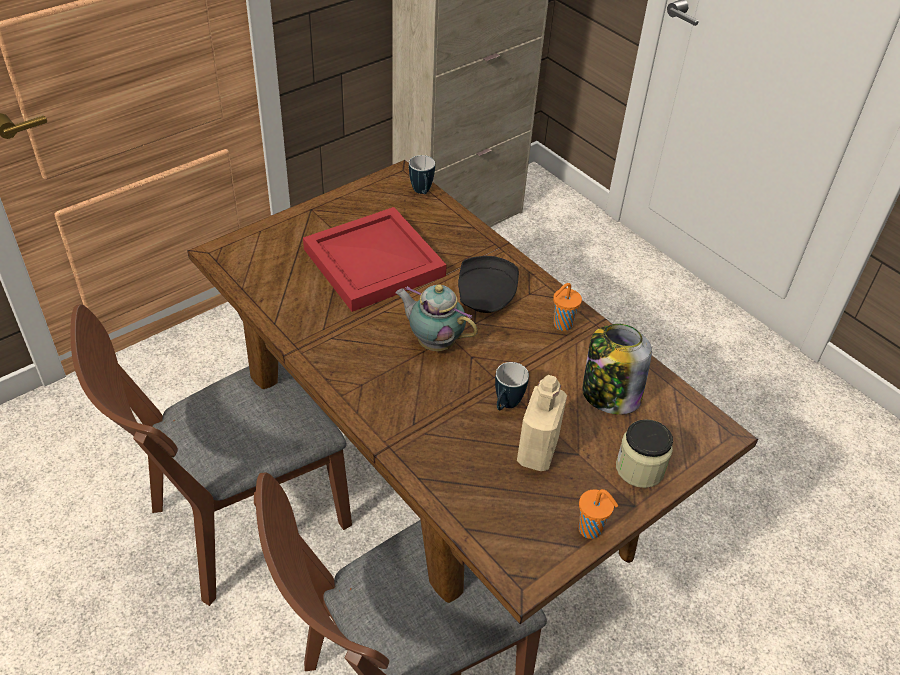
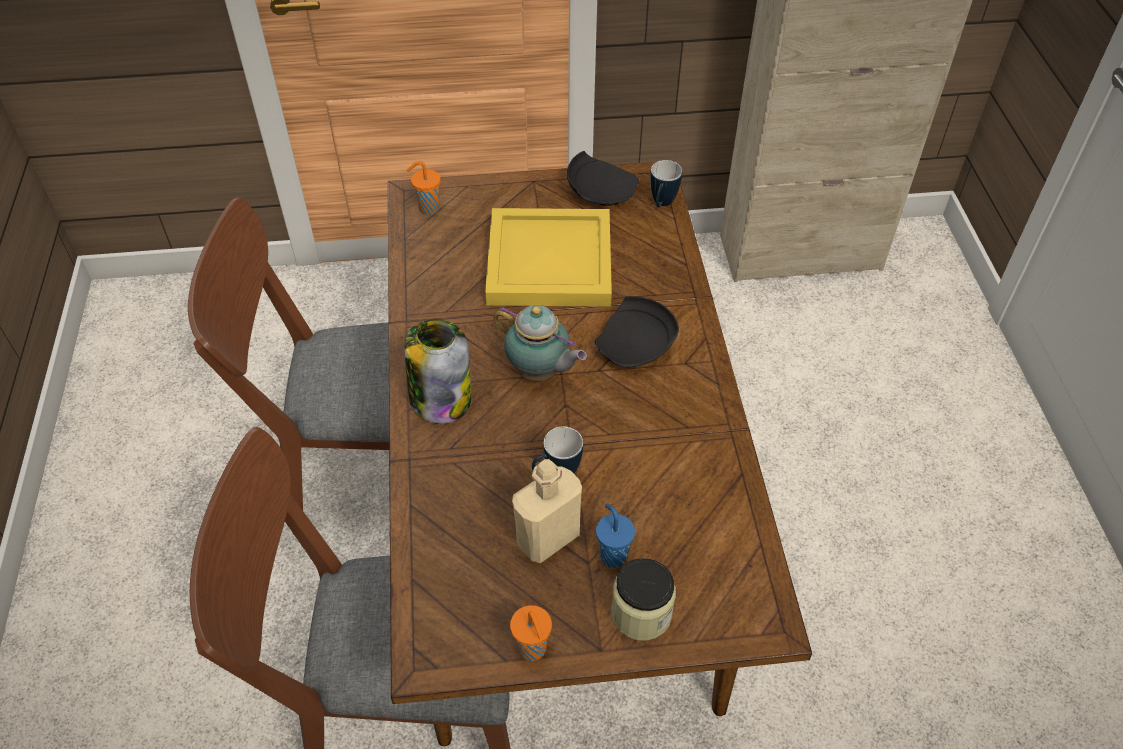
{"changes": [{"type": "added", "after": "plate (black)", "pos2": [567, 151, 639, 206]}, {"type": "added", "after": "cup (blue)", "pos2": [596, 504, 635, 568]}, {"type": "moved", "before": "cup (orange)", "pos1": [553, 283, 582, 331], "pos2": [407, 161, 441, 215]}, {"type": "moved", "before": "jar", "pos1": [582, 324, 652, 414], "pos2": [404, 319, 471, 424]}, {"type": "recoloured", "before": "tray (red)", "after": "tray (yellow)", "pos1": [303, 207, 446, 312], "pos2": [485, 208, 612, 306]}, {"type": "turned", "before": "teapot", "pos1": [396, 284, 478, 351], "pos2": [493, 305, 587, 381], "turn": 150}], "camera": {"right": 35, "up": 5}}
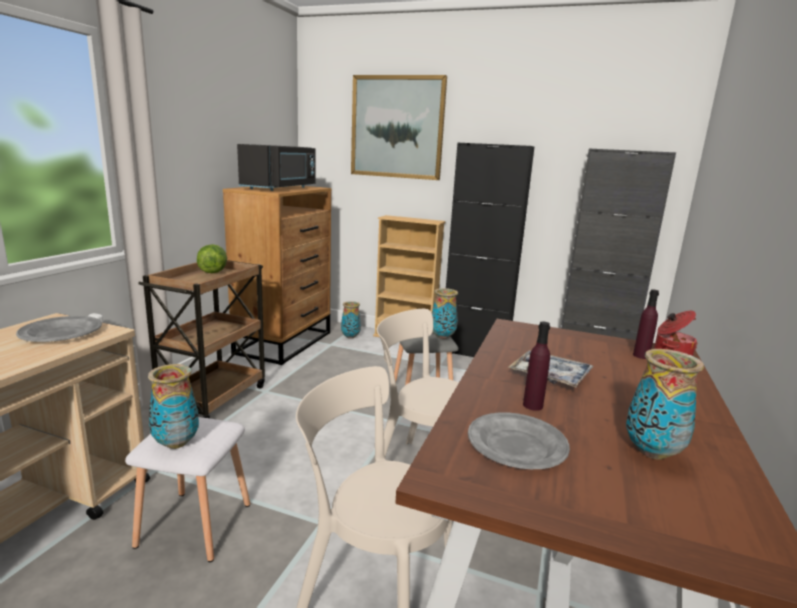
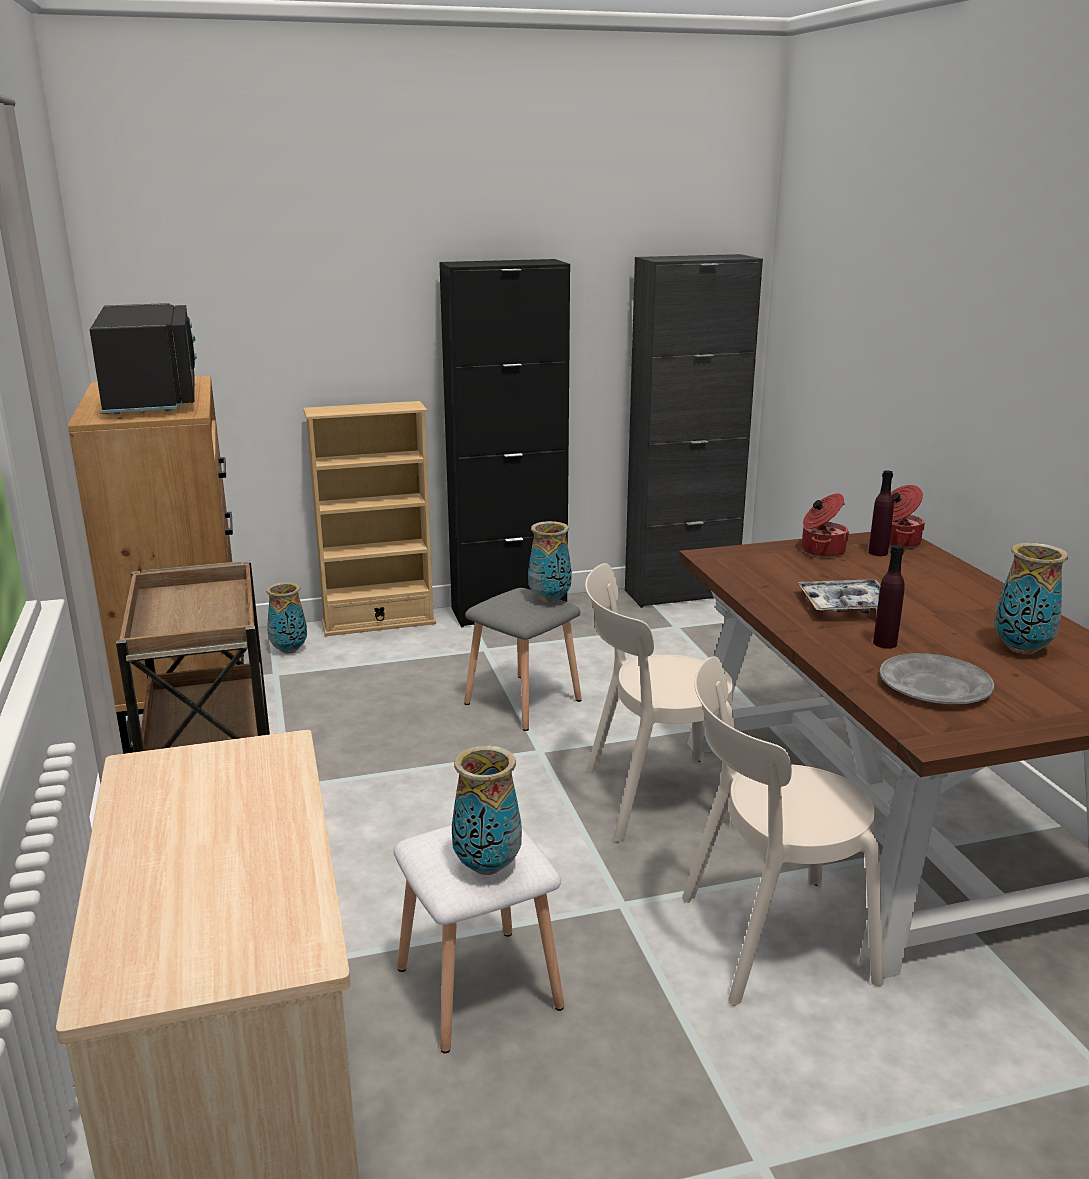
{"changes": [{"type": "removed", "before": "plate (grey)", "pos1": [16, 316, 102, 342]}, {"type": "removed", "before": "lettuce", "pos1": [197, 244, 227, 273]}, {"type": "removed", "before": "picture", "pos1": [351, 75, 447, 180]}, {"type": "added", "after": "cooking pot", "pos2": [802, 494, 850, 558]}], "camera": {"right": -35, "up": 5}}
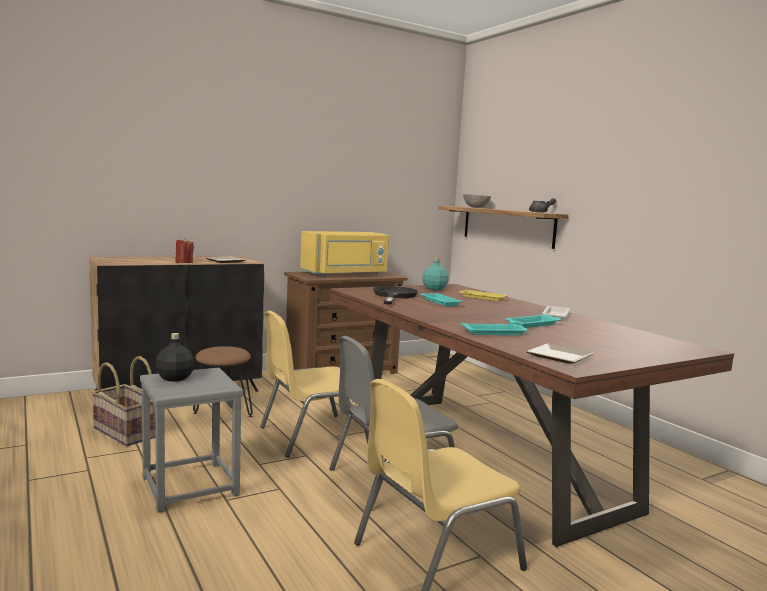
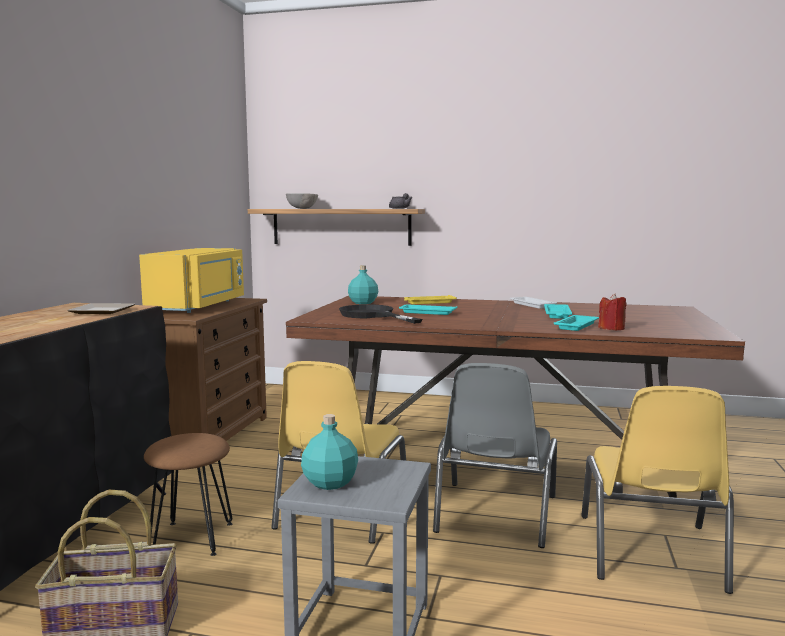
{"changes": [{"type": "removed", "before": "plate", "pos1": [526, 343, 594, 364]}, {"type": "moved", "before": "candle (red)", "pos1": [175, 238, 194, 263], "pos2": [598, 293, 627, 330]}, {"type": "recoloured", "before": "bottle (black)", "after": "bottle (turquoise)", "pos1": [156, 333, 194, 382], "pos2": [301, 414, 358, 490]}], "camera": {"right": -45, "up": 0}}
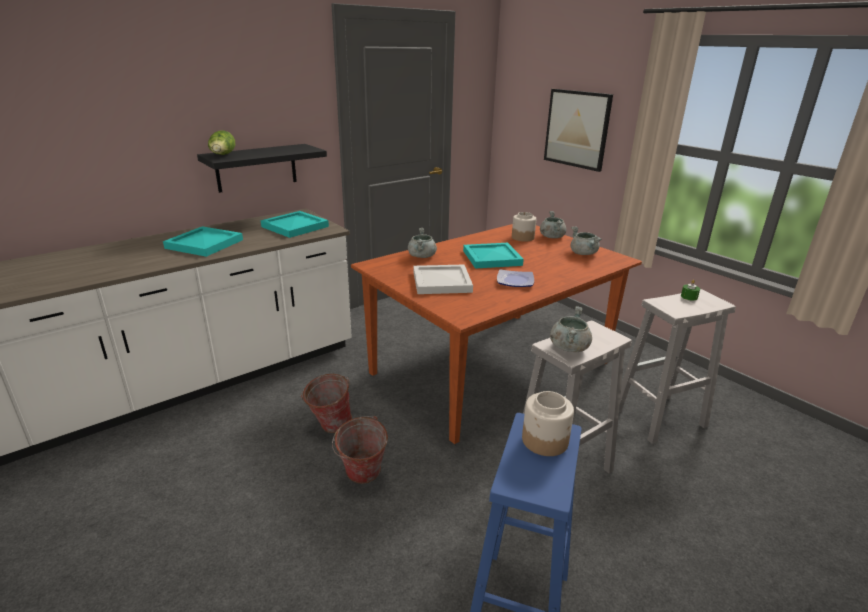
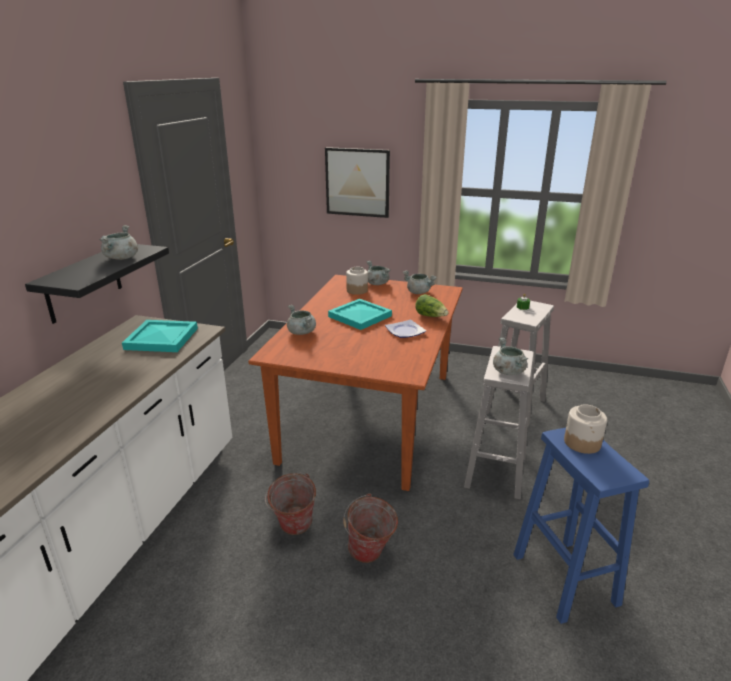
{"changes": [{"type": "removed", "before": "tray (turquoise)", "pos1": [163, 226, 243, 257]}, {"type": "removed", "before": "tray (white)", "pos1": [413, 265, 473, 294]}, {"type": "added", "after": "cooking pot (grey)", "pos2": [99, 225, 138, 260]}, {"type": "moved", "before": "lettuce", "pos1": [208, 130, 235, 155], "pos2": [415, 294, 449, 317]}], "camera": {"right": -35, "up": 0}}
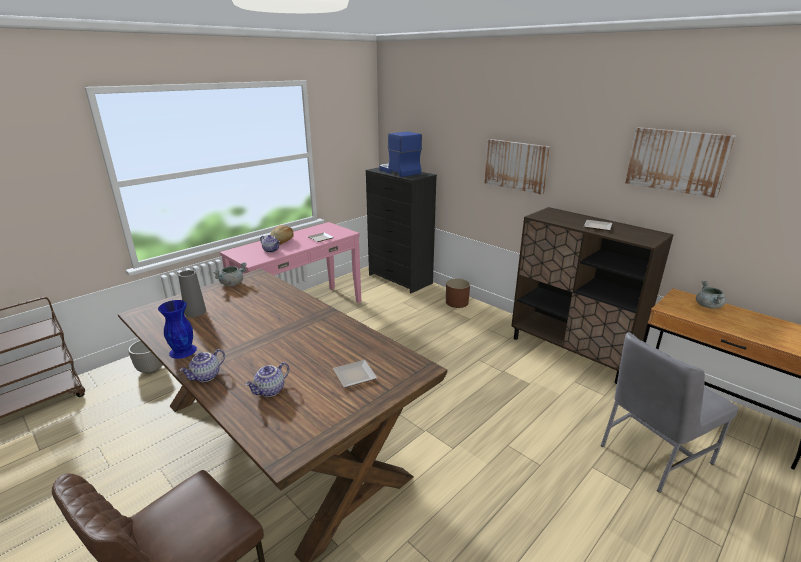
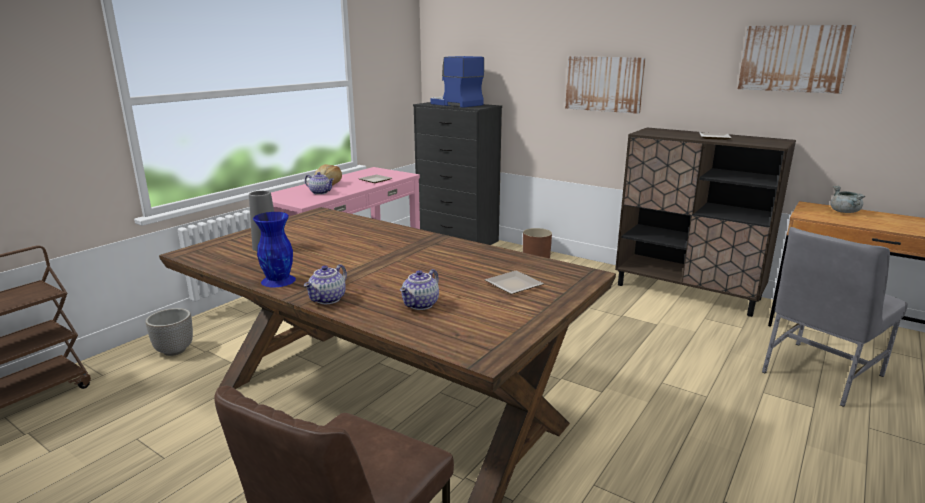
{"changes": [{"type": "removed", "before": "cooking pot (grey)", "pos1": [213, 262, 247, 286]}], "camera": {"right": -10, "up": -5}}
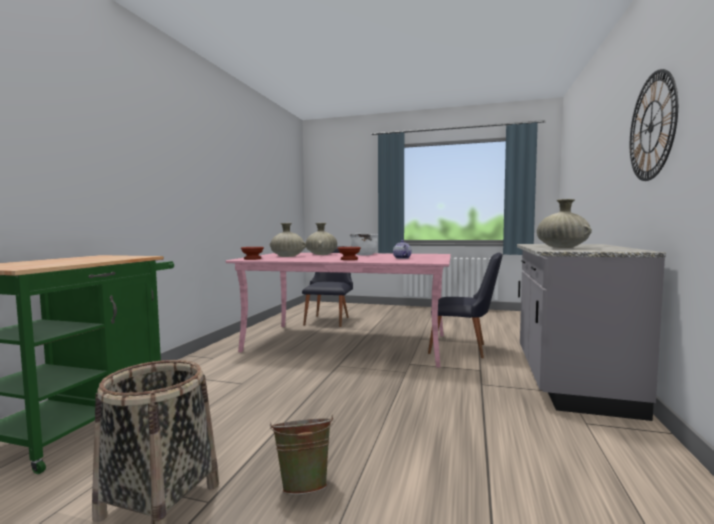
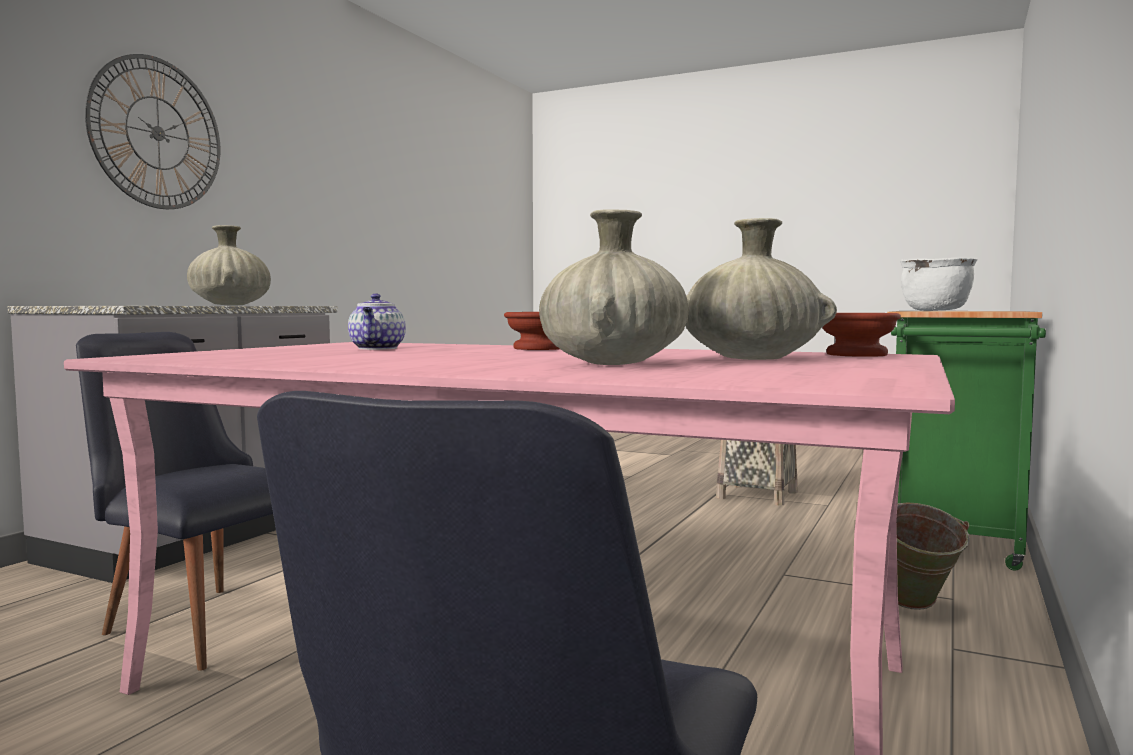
{"changes": [{"type": "moved", "before": "bucket (green)", "pos1": [269, 415, 334, 495], "pos2": [896, 502, 970, 610]}, {"type": "moved", "before": "cooking pot (white)", "pos1": [350, 234, 378, 256], "pos2": [900, 258, 978, 311]}], "camera": {"right": -170, "up": 0}}
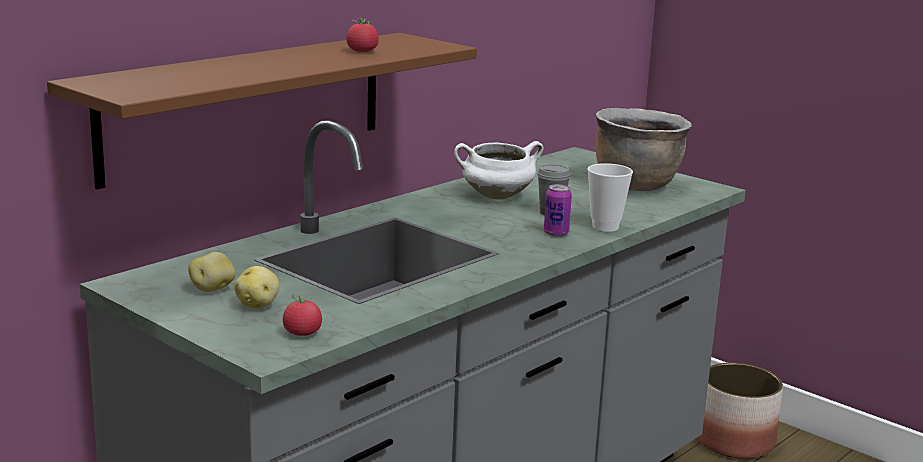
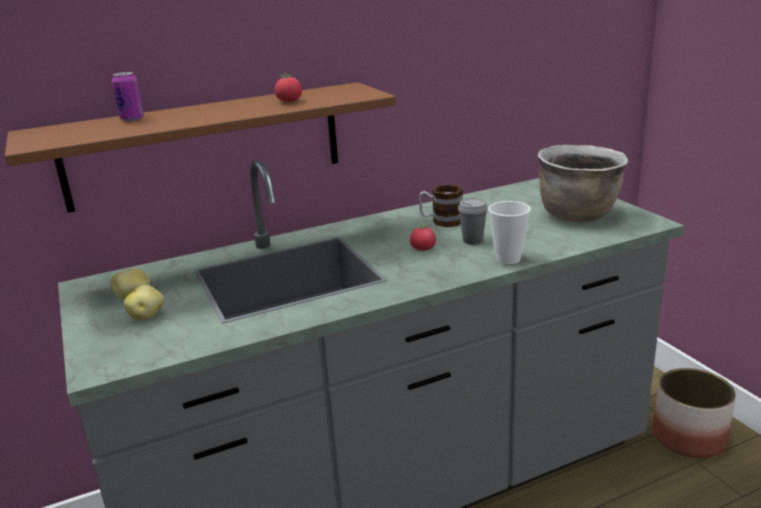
{"changes": [{"type": "moved", "before": "tomato", "pos1": [283, 294, 322, 336], "pos2": [410, 223, 436, 251]}, {"type": "moved", "before": "can", "pos1": [544, 184, 572, 237], "pos2": [112, 72, 144, 121]}, {"type": "replaced", "before": "cooking pot (white)", "after": "mug", "pos1": [454, 141, 543, 200], "pos2": [419, 184, 463, 227]}], "camera": {"right": 25, "up": 5}}
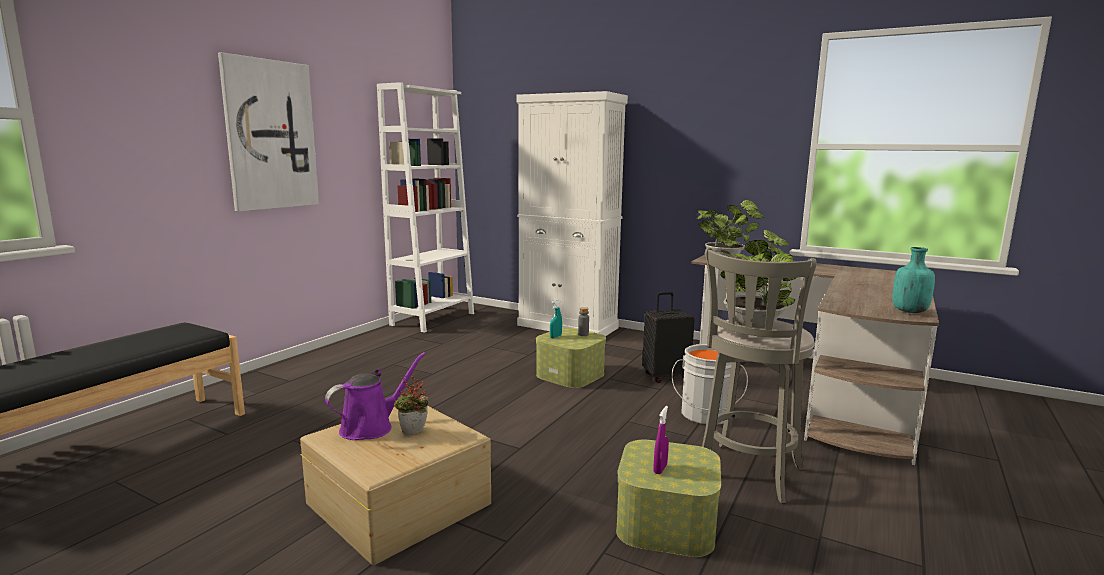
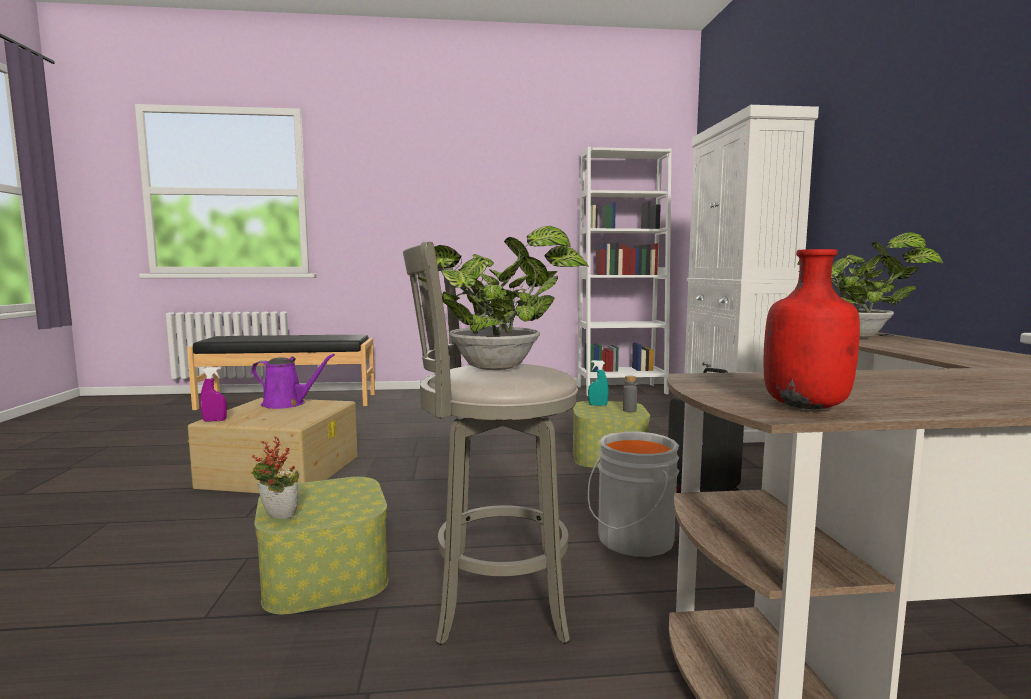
{"changes": [{"type": "removed", "before": "picture", "pos1": [218, 52, 319, 212]}, {"type": "moved", "before": "potted plant", "pos1": [394, 376, 429, 435], "pos2": [251, 436, 299, 519]}, {"type": "moved", "before": "spray bottle (purple)", "pos1": [653, 406, 669, 474], "pos2": [200, 367, 227, 422]}, {"type": "recoloured", "before": "bottle (turquoise)", "after": "bottle (red)", "pos1": [892, 247, 935, 313], "pos2": [763, 249, 860, 409]}], "camera": {"right": 55, "up": -5}}
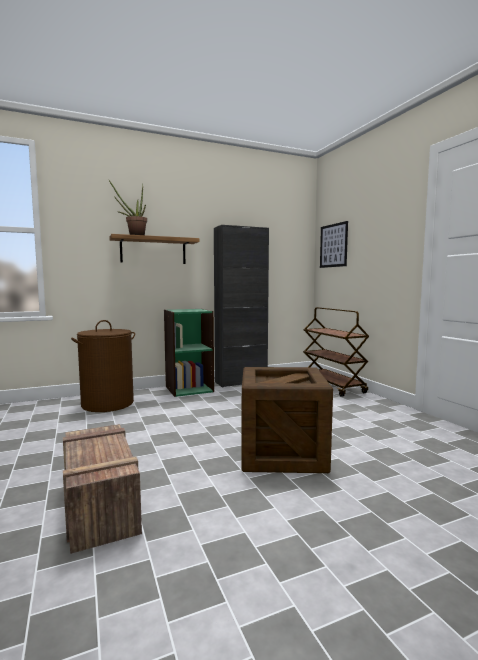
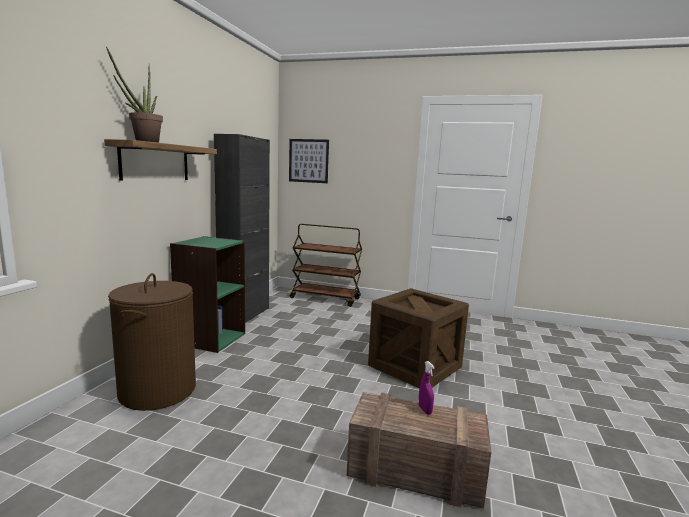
{"changes": [{"type": "added", "after": "spray bottle (purple)", "pos2": [418, 361, 435, 415]}], "camera": {"right": -50, "up": 5}}
